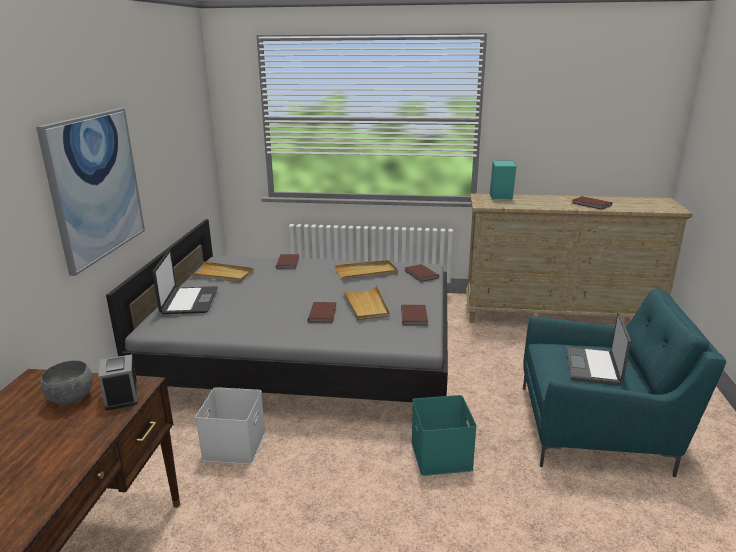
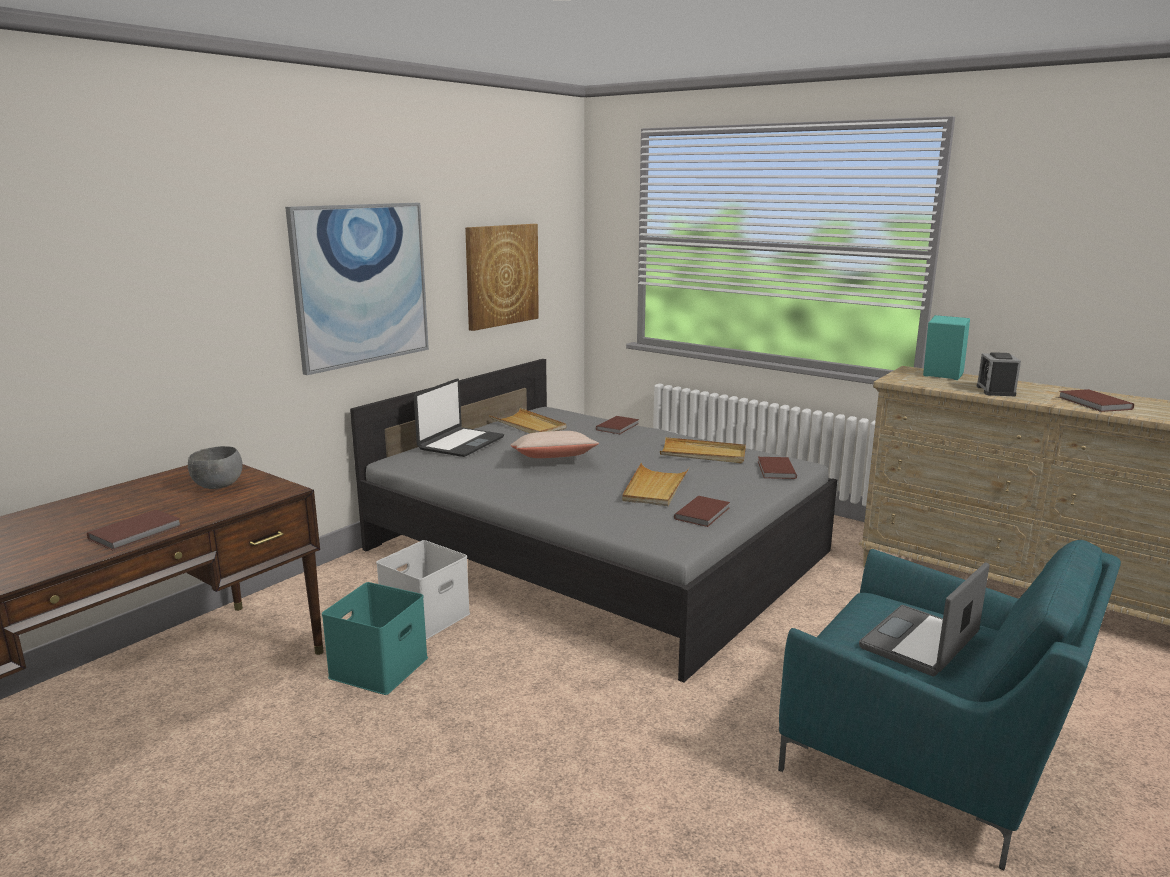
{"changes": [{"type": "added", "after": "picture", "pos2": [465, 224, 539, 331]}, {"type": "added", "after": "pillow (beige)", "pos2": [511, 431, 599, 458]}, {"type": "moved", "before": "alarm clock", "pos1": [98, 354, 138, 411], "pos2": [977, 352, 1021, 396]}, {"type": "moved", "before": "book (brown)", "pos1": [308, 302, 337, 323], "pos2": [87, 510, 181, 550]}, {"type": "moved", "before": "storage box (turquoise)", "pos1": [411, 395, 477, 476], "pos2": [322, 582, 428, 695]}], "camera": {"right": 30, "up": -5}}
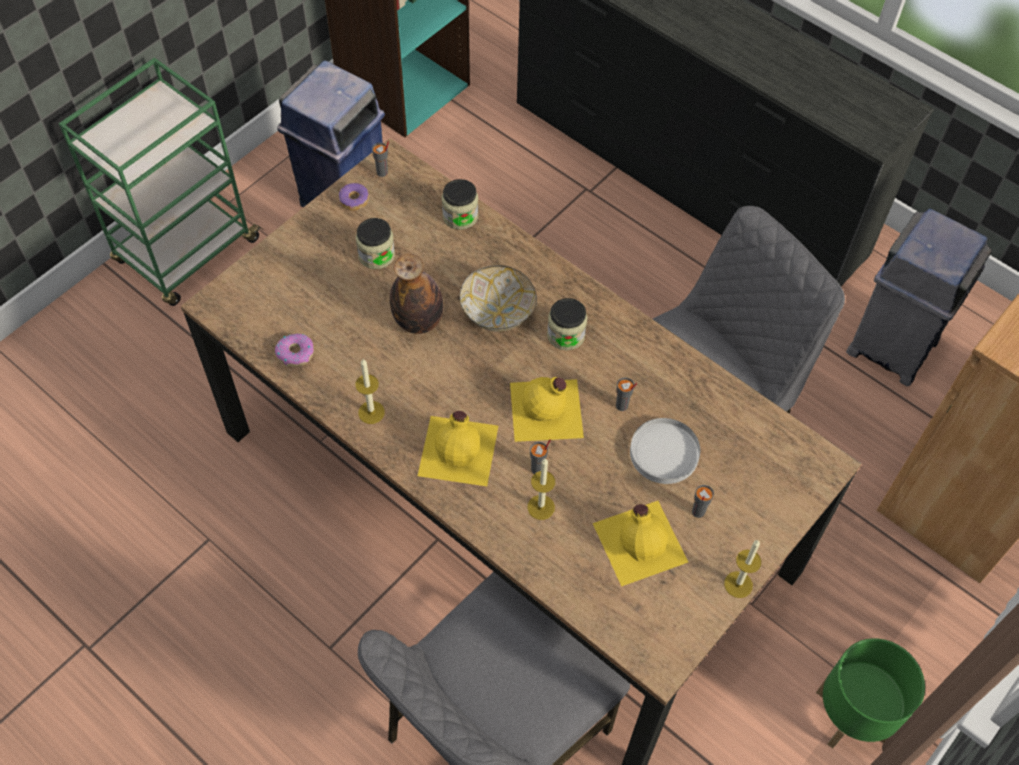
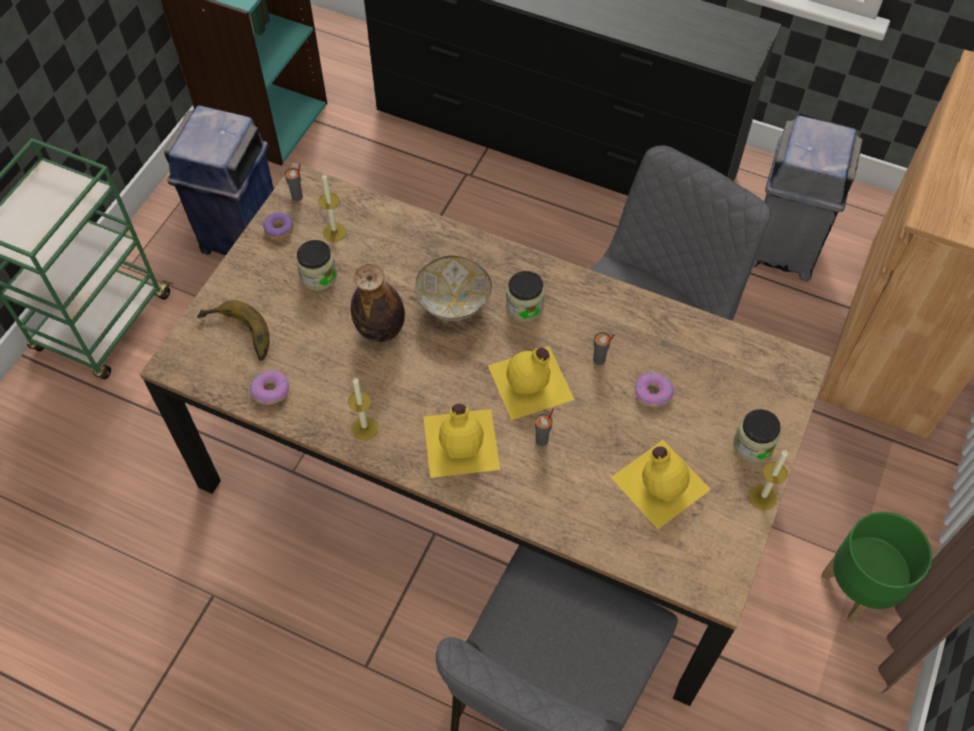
{"changes": [{"type": "removed", "before": "cup (grey)", "pos1": [692, 485, 714, 518]}, {"type": "added", "after": "banana", "pos2": [197, 300, 269, 361]}, {"type": "moved", "before": "jar", "pos1": [442, 179, 478, 230], "pos2": [733, 409, 781, 463]}, {"type": "moved", "before": "candle", "pos1": [527, 459, 555, 520], "pos2": [318, 172, 347, 242]}, {"type": "replaced", "before": "plate (white)", "after": "donut", "pos1": [630, 418, 700, 484], "pos2": [635, 373, 674, 407]}], "camera": {"right": -15, "up": 0}}
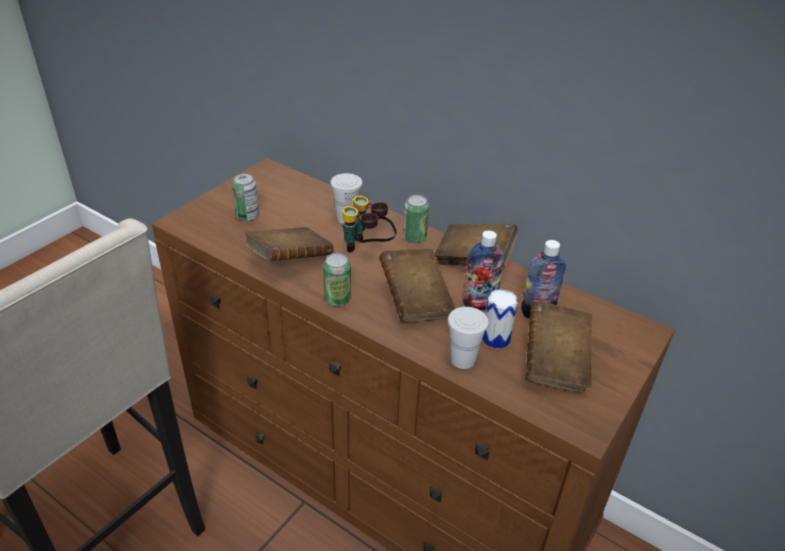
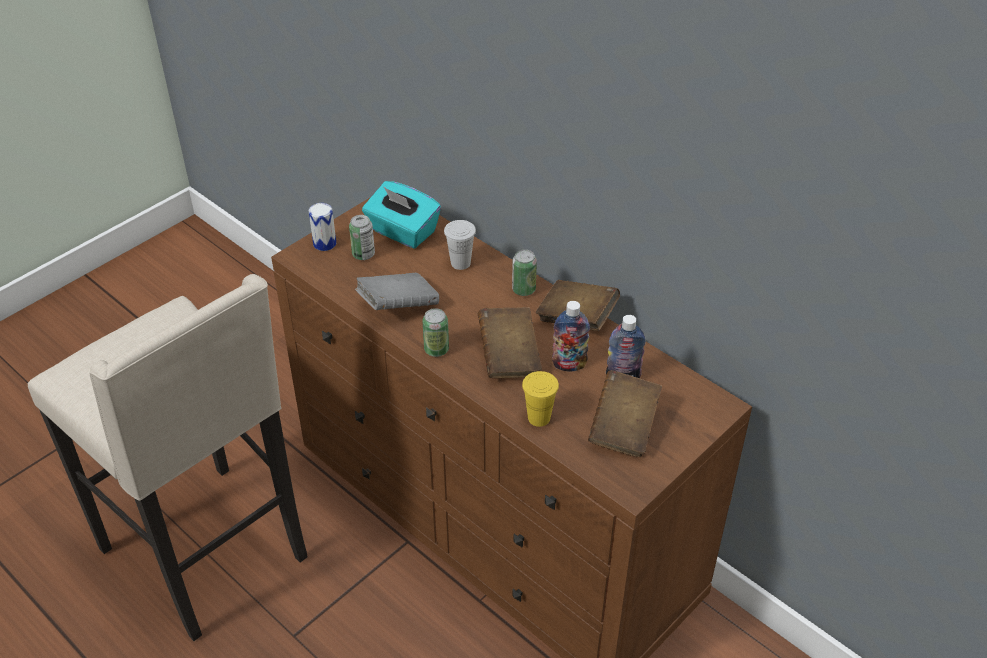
{"changes": [{"type": "removed", "before": "binoculars", "pos1": [342, 196, 397, 252]}, {"type": "added", "after": "tissue box (turquoise)", "pos2": [362, 181, 441, 248]}, {"type": "moved", "before": "can", "pos1": [482, 289, 518, 348], "pos2": [308, 203, 336, 251]}, {"type": "recoloured", "before": "book (brown)", "after": "book (grey)", "pos1": [244, 227, 334, 261], "pos2": [355, 273, 439, 310]}, {"type": "recoloured", "before": "cup (white)", "after": "cup (yellow)", "pos1": [448, 307, 489, 369], "pos2": [522, 371, 559, 427]}], "camera": {"right": 10, "up": 5}}
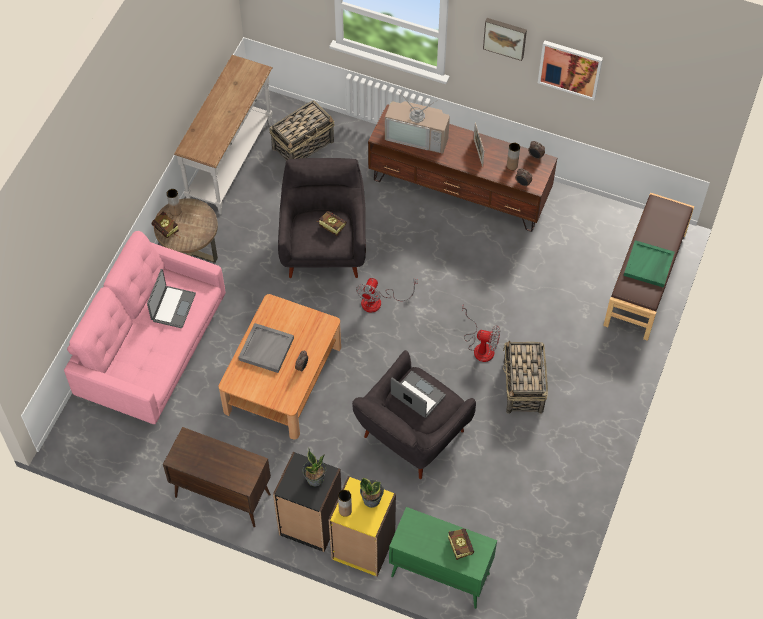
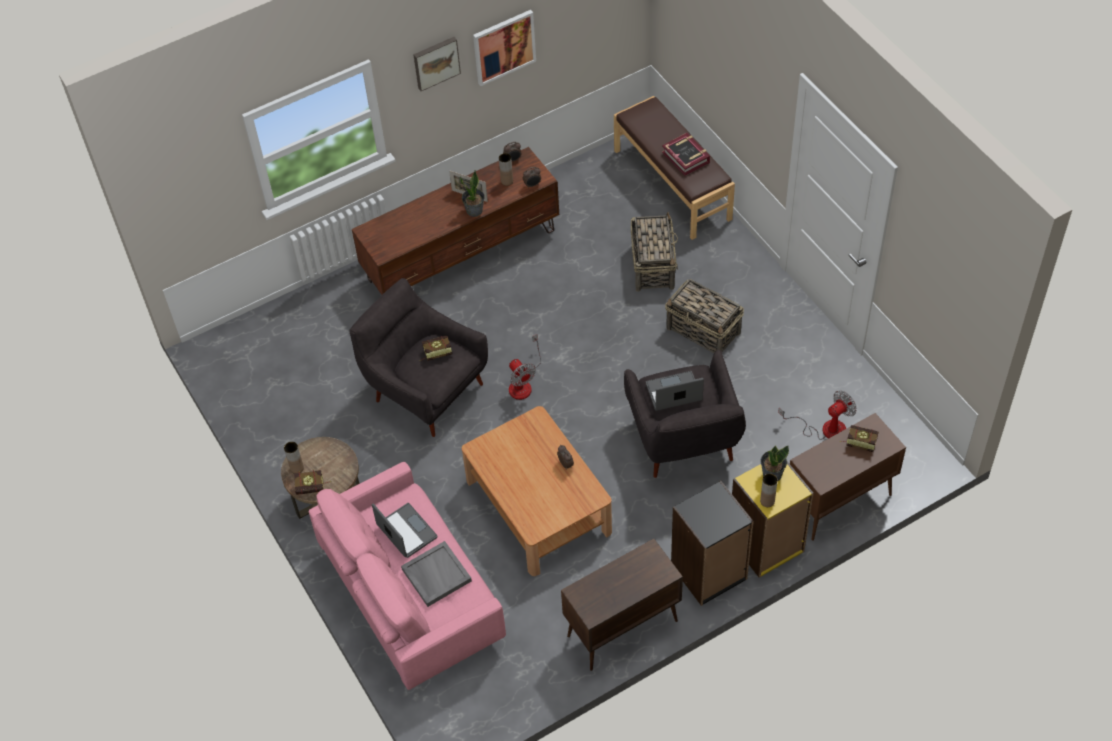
{"changes": [{"type": "removed", "before": "console table (white)", "pos1": [174, 55, 273, 215]}, {"type": "removed", "before": "television", "pos1": [385, 94, 450, 154]}, {"type": "moved", "before": "tray (grey)", "pos1": [238, 323, 294, 373], "pos2": [401, 541, 472, 607]}, {"type": "moved", "before": "basket", "pos1": [269, 100, 334, 160], "pos2": [631, 212, 678, 292]}, {"type": "moved", "before": "potted plant", "pos1": [303, 448, 326, 486], "pos2": [460, 170, 485, 217]}, {"type": "moved", "before": "fan", "pos1": [462, 306, 500, 362], "pos2": [778, 391, 857, 440]}, {"type": "replaced", "before": "tray (green)", "after": "book", "pos1": [624, 240, 675, 288], "pos2": [662, 133, 710, 176]}, {"type": "recoloured", "before": "cabinet (green)", "after": "cabinet (brown)", "pos1": [389, 507, 497, 609], "pos2": [790, 413, 906, 541]}], "camera": {"right": -50, "up": -5}}
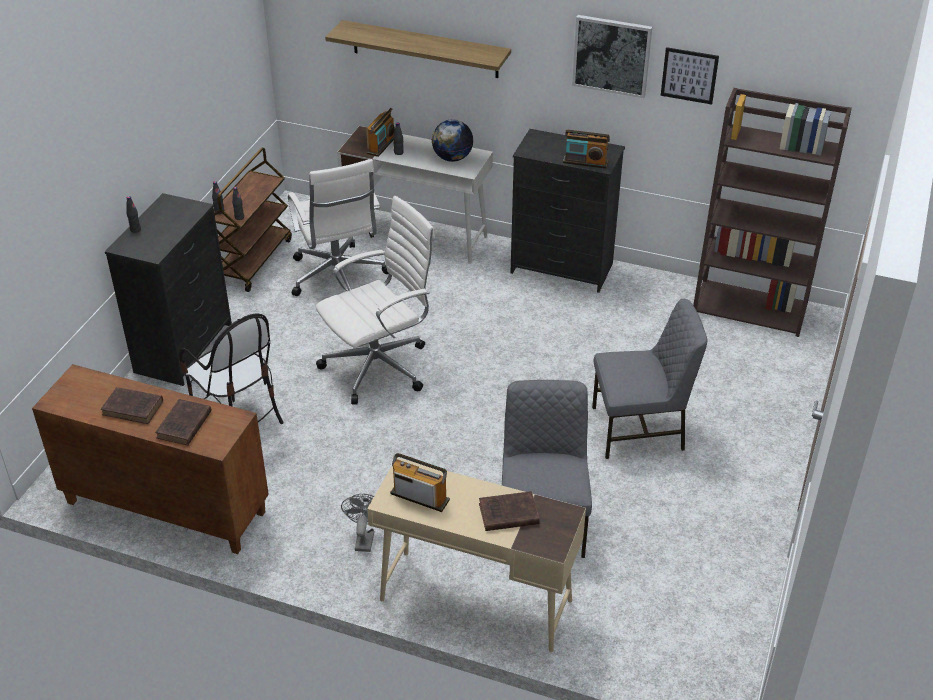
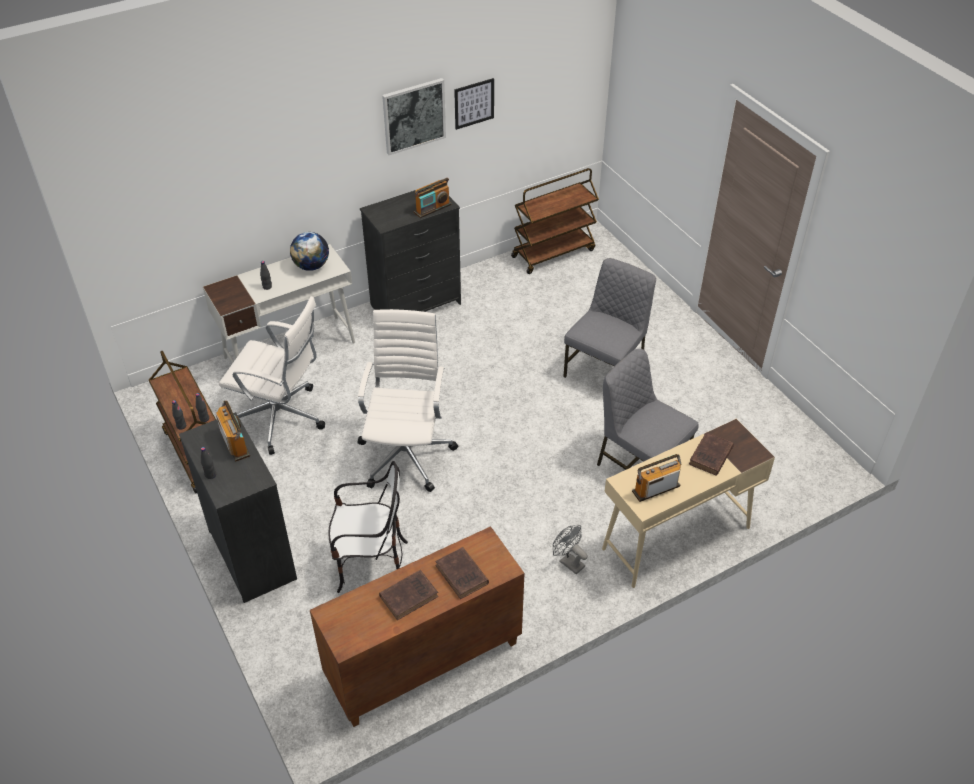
{"changes": [{"type": "removed", "before": "shelf", "pos1": [325, 20, 511, 78]}, {"type": "moved", "before": "radio", "pos1": [366, 108, 395, 157], "pos2": [216, 401, 250, 461]}, {"type": "replaced", "before": "bookcase (brown)", "after": "cart (brown)", "pos1": [693, 88, 852, 337], "pos2": [511, 168, 599, 274]}], "camera": {"right": -50, "up": 5}}
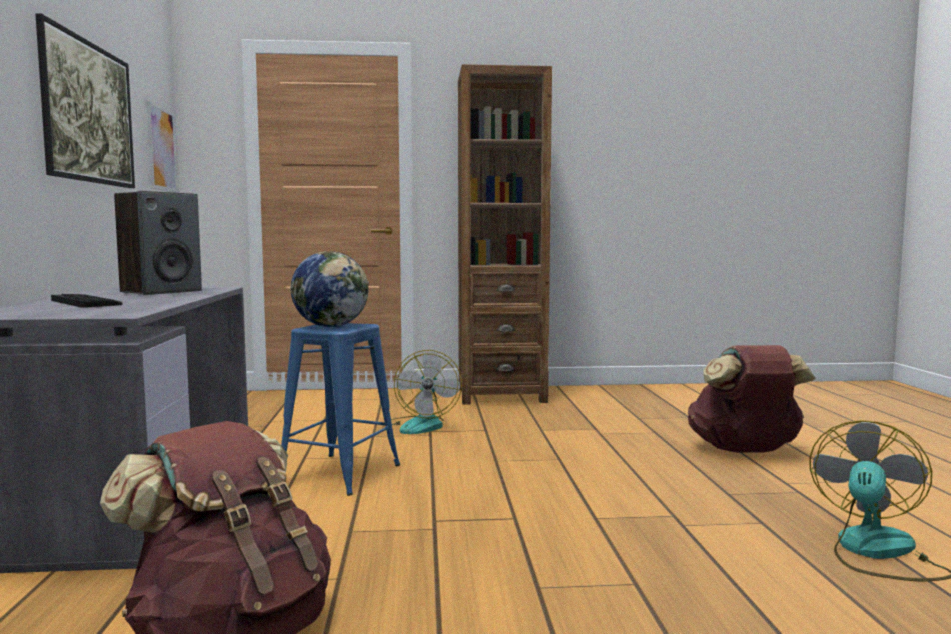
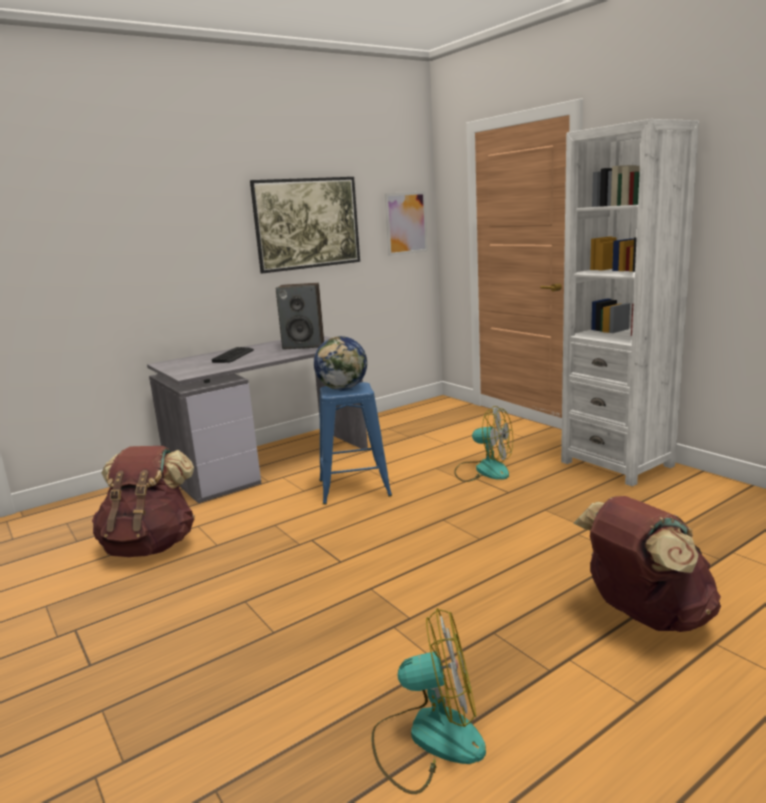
{"changes": [{"type": "recoloured", "before": "bookcase (brown)", "after": "bookcase (white)", "pos1": [458, 64, 552, 405], "pos2": [561, 119, 699, 486]}, {"type": "turned", "before": "fan", "pos1": [391, 350, 462, 434], "pos2": [454, 406, 513, 482], "turn": -120}], "camera": {"right": 60, "up": 10}}
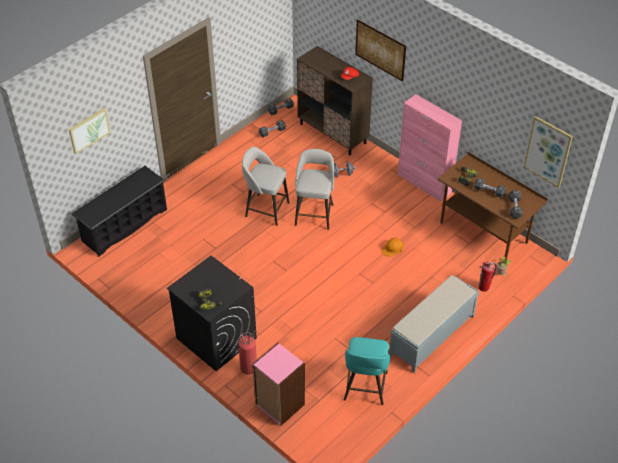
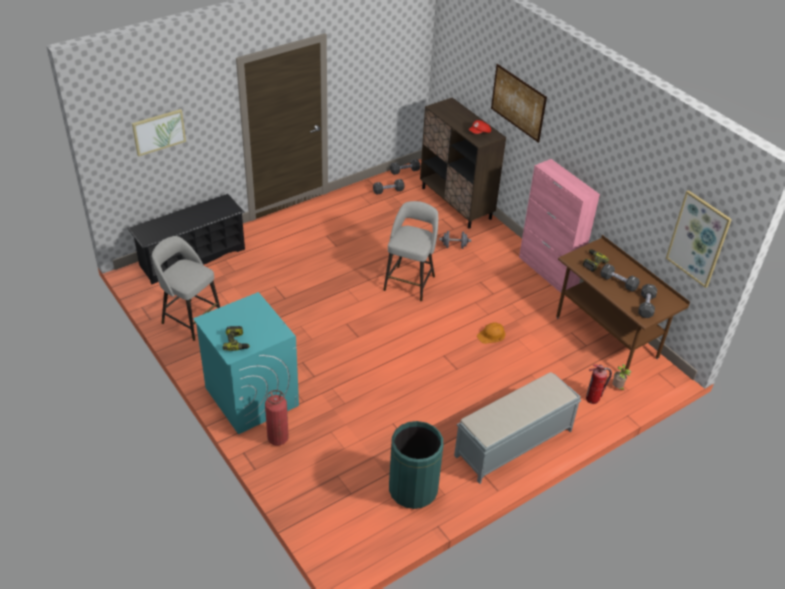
{"changes": [{"type": "removed", "before": "bookcase (pink)", "pos1": [253, 343, 305, 426]}, {"type": "moved", "before": "stool (grey)", "pos1": [242, 147, 290, 226], "pos2": [152, 236, 220, 341]}, {"type": "replaced", "before": "stool (turquoise)", "after": "trash can (green)", "pos1": [344, 337, 390, 405], "pos2": [389, 421, 443, 509]}, {"type": "recoloured", "before": "washing machine (black)", "after": "washing machine (turquoise)", "pos1": [167, 255, 257, 371], "pos2": [193, 292, 299, 434]}], "camera": {"right": 10, "up": -5}}
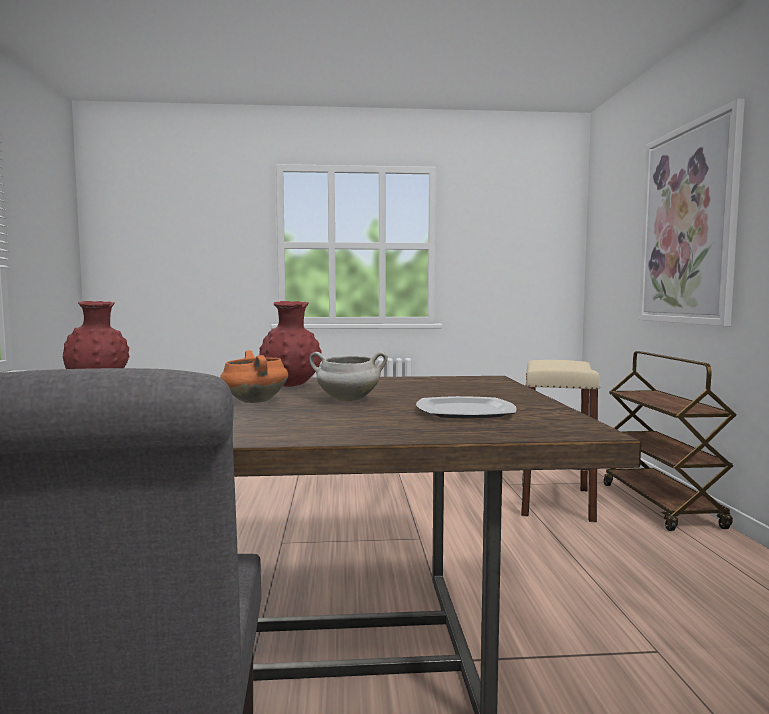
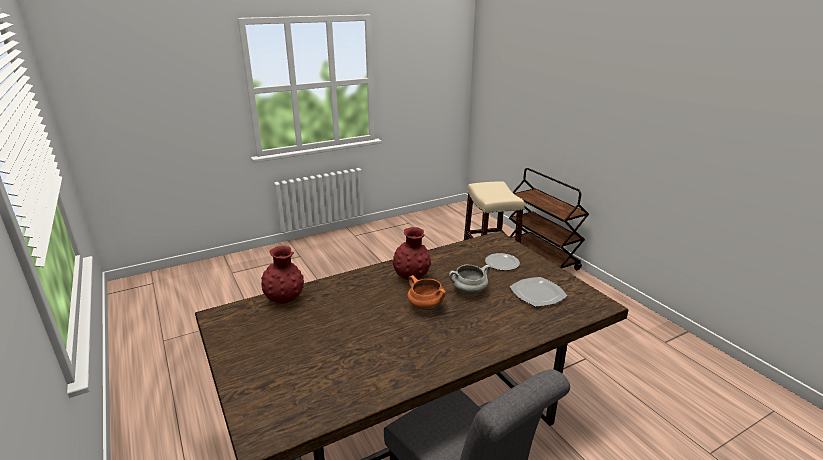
{"changes": [{"type": "removed", "before": "picture", "pos1": [639, 99, 745, 326]}, {"type": "added", "after": "plate", "pos2": [485, 253, 520, 271]}], "camera": {"right": -25, "up": 20}}
